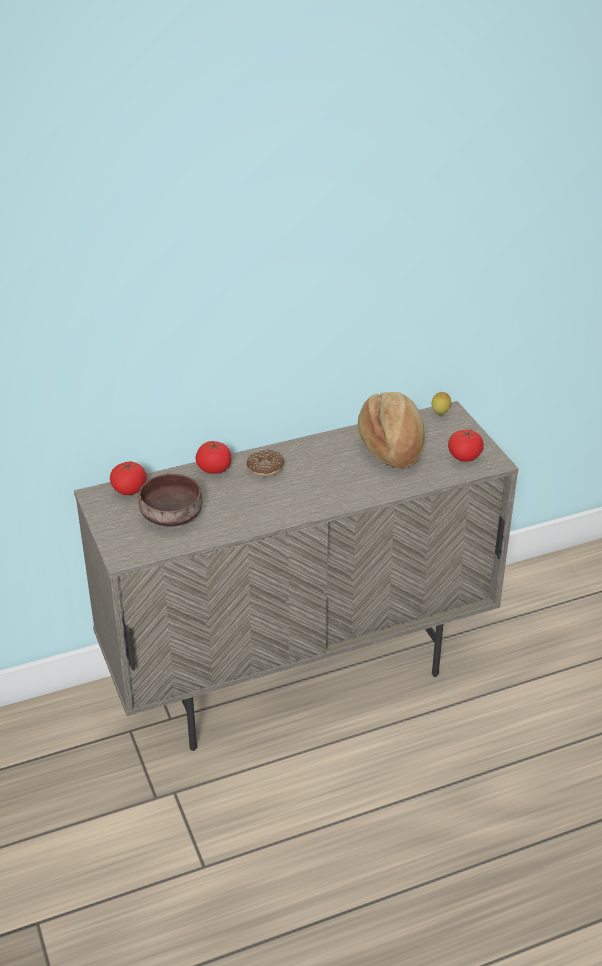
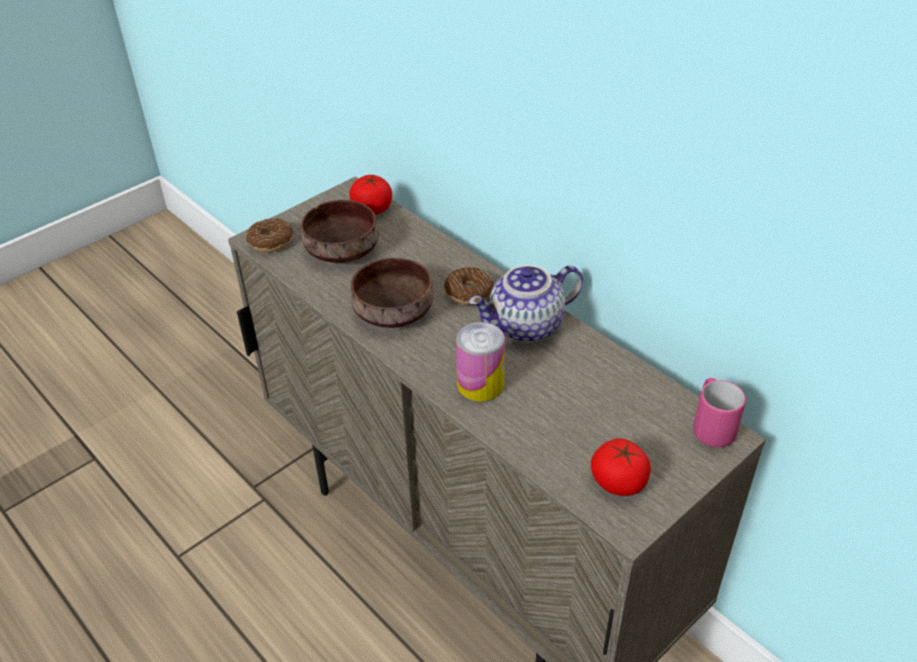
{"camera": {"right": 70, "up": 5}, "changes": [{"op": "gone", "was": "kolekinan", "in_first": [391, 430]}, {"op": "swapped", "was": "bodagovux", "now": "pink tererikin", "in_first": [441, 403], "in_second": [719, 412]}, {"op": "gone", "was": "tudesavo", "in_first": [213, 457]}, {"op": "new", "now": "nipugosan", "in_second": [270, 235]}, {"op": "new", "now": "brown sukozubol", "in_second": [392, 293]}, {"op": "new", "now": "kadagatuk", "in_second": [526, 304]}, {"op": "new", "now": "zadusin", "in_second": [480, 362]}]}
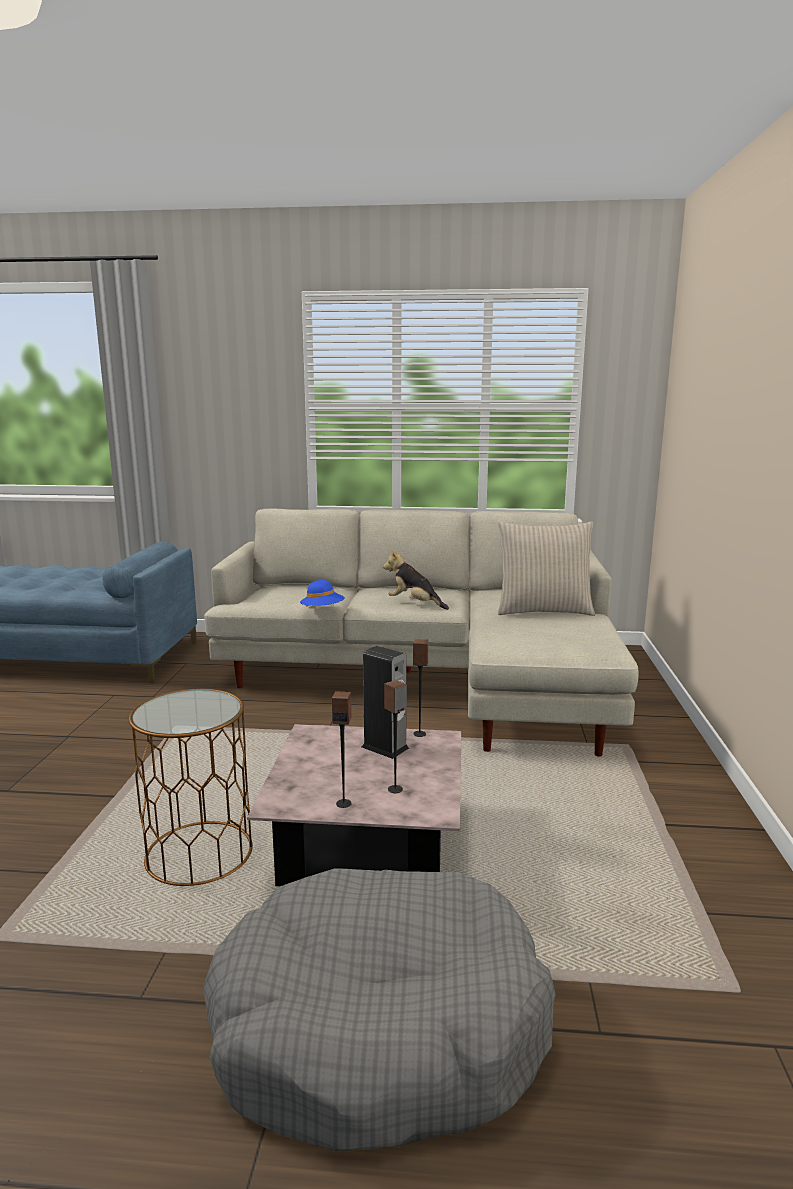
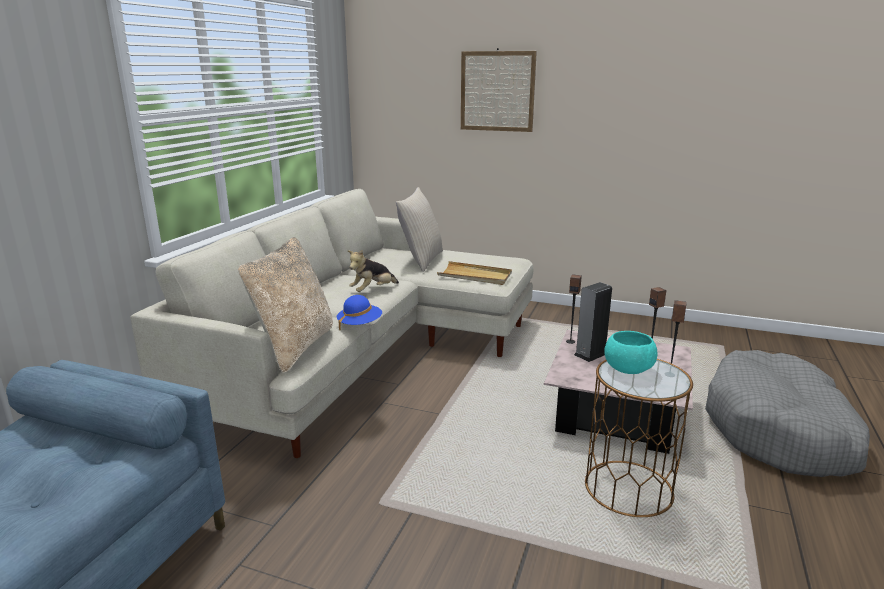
{"camera": {"right": -75, "up": 5}, "changes": [{"op": "new", "now": "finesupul", "in_second": [499, 90]}, {"op": "new", "now": "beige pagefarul", "in_second": [285, 304]}, {"op": "new", "now": "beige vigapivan", "in_second": [474, 273]}, {"op": "new", "now": "turquoise sukozubol", "in_second": [631, 352]}]}
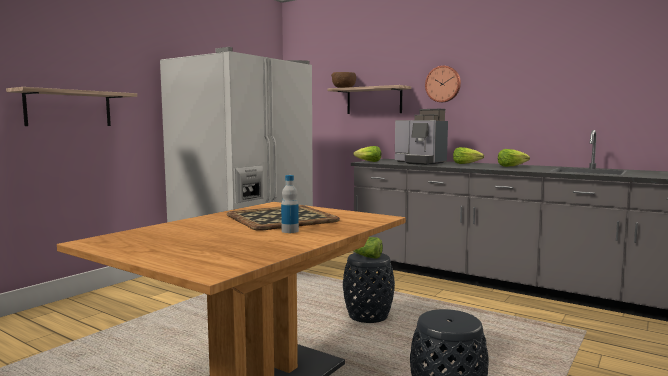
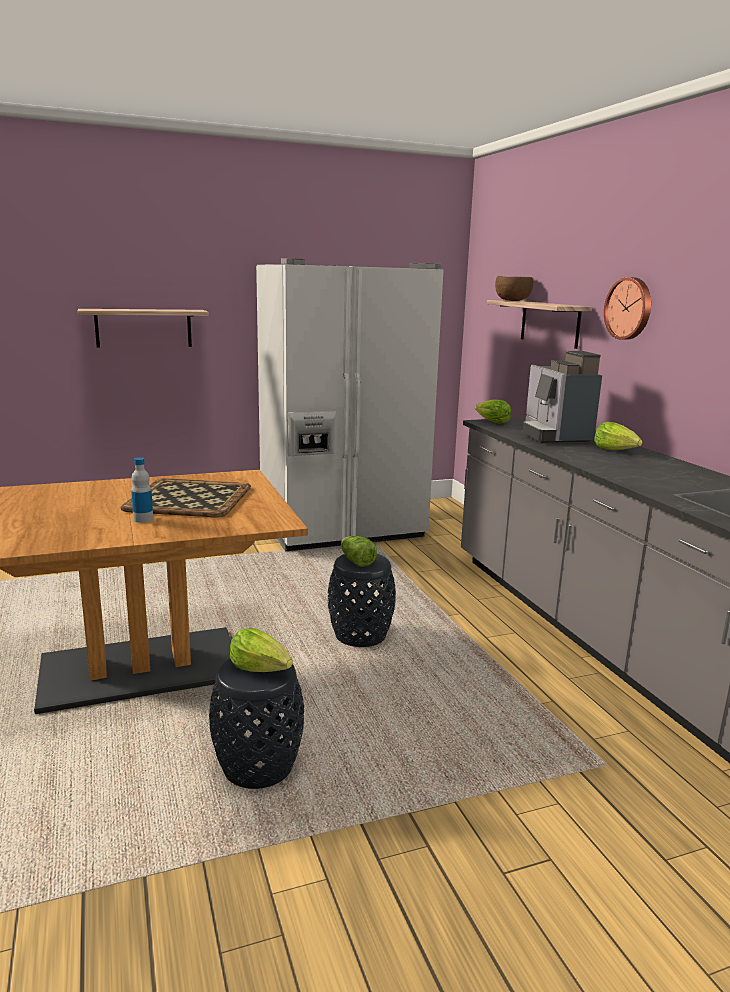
{"camera": {"right": 35, "up": 10}, "changes": [{"op": "shifted", "was": "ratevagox", "in_first": [514, 158], "in_second": [261, 650]}]}
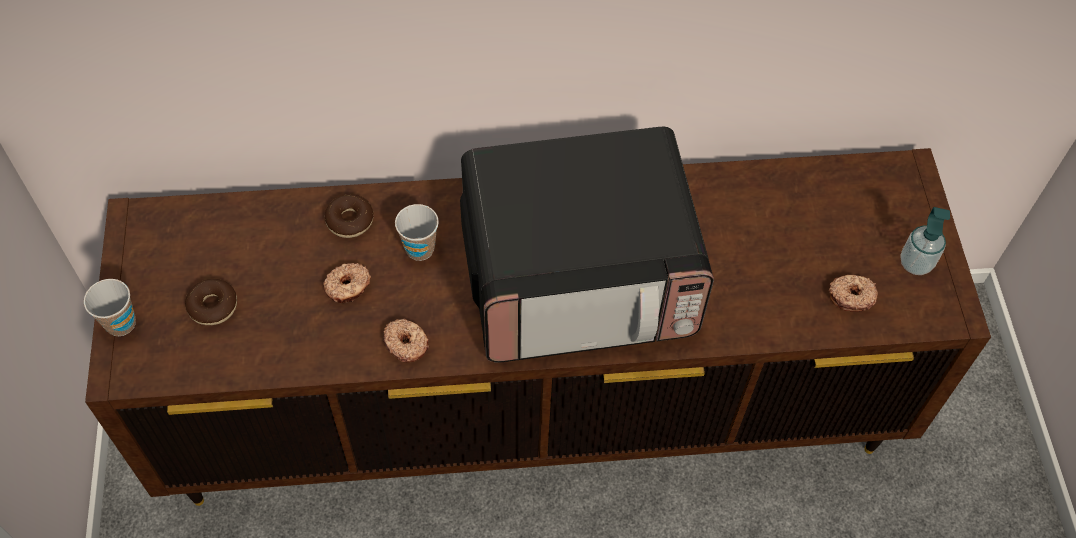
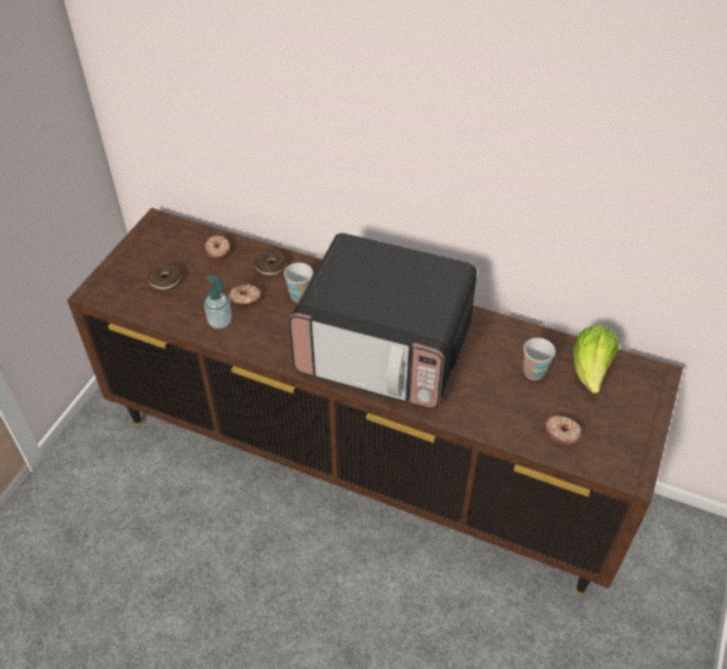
{"camera": {"right": 30, "up": -10}, "changes": [{"op": "shifted", "was": "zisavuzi", "in_first": [925, 241], "in_second": [218, 301]}, {"op": "shifted", "was": "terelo", "in_first": [110, 307], "in_second": [539, 359]}, {"op": "shifted", "was": "nipugosan", "in_first": [406, 340], "in_second": [218, 247]}, {"op": "new", "now": "ratevagox", "in_second": [596, 359]}]}
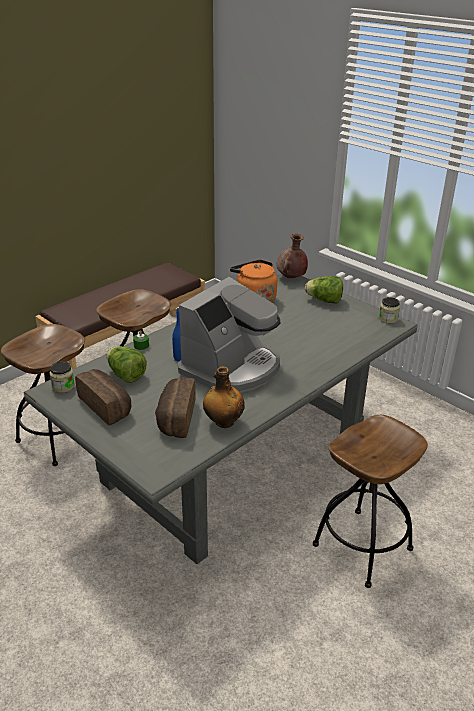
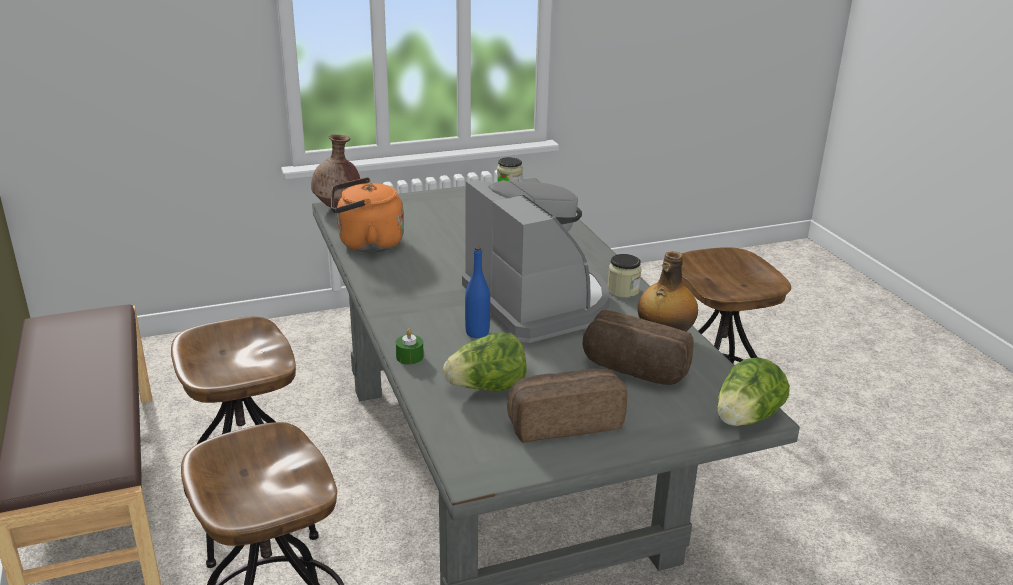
{"camera": {"right": -65, "up": -5}, "changes": [{"op": "shifted", "was": "ratevagox", "in_first": [324, 290], "in_second": [753, 391]}, {"op": "shifted", "was": "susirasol", "in_first": [62, 377], "in_second": [625, 276]}]}
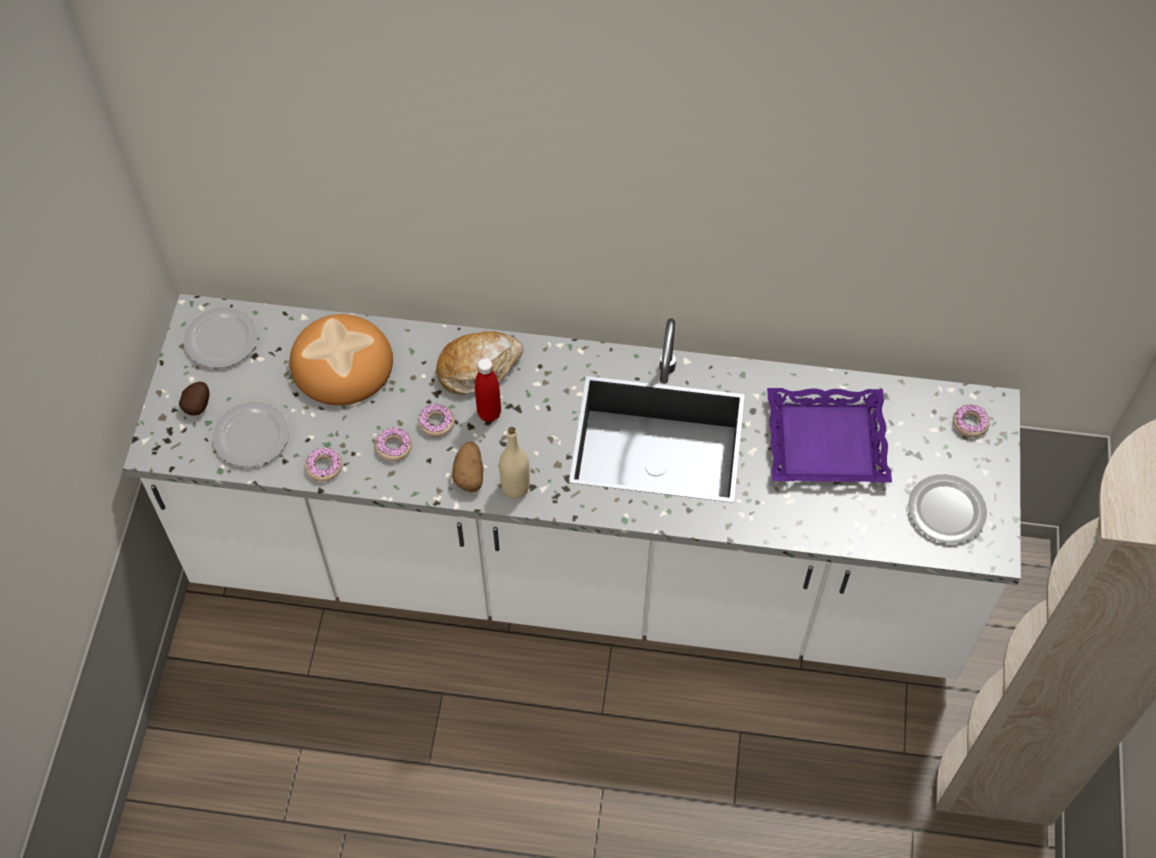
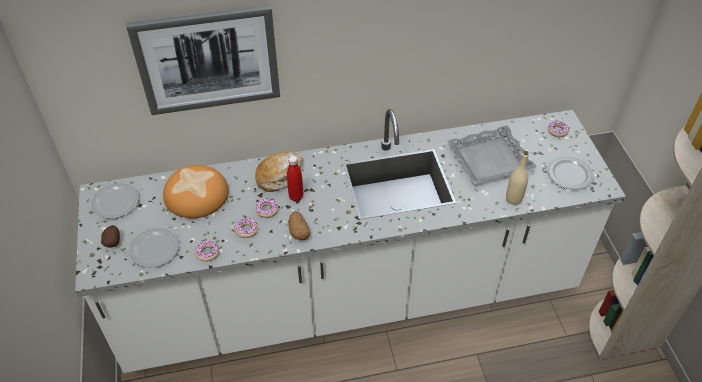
{"camera": {"right": -20, "up": -10}, "changes": [{"op": "repainted", "was": "purple vigapivan", "now": "grey vigapivan", "in_first": [829, 435], "in_second": [492, 154]}, {"op": "shifted", "was": "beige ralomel", "in_first": [514, 463], "in_second": [517, 178]}, {"op": "new", "now": "finesupul", "in_second": [203, 60]}]}
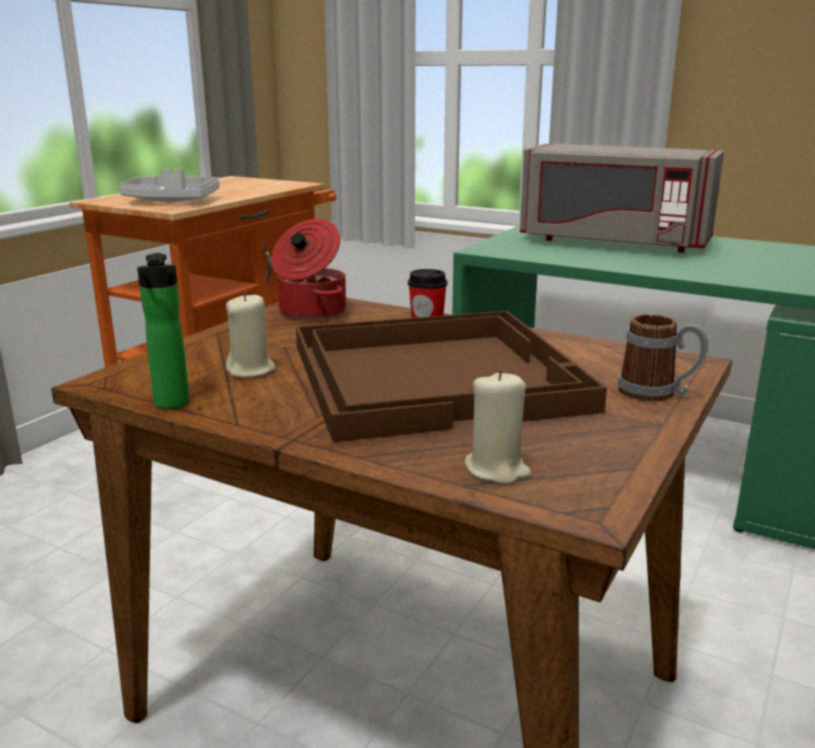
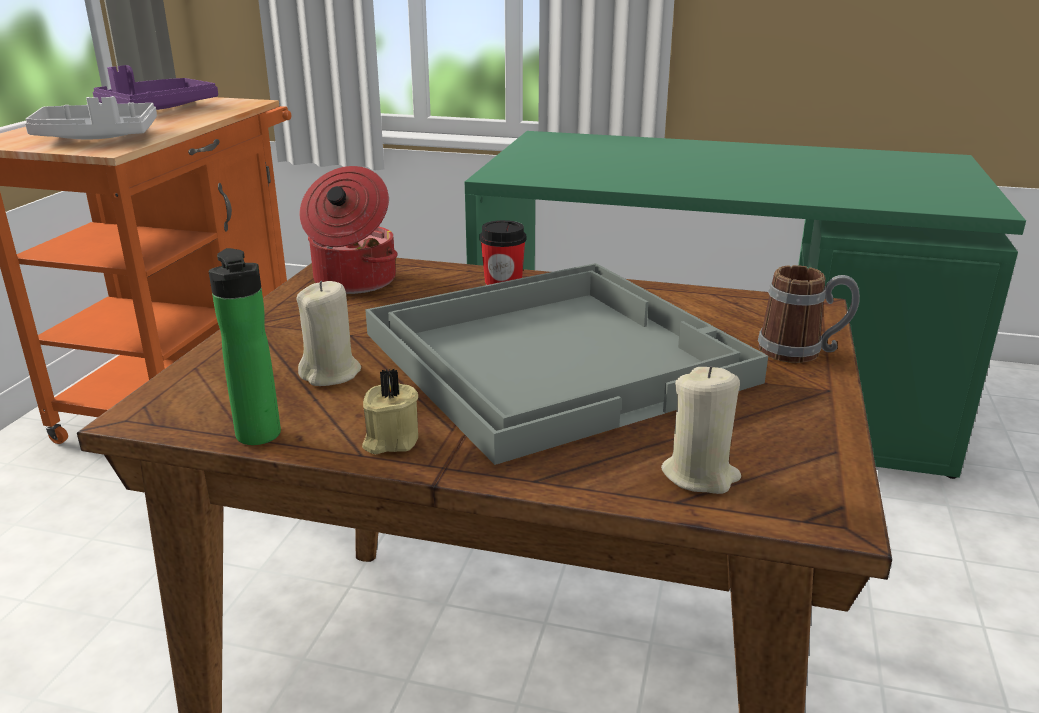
{"camera": {"right": -15, "up": 5}, "changes": [{"op": "gone", "was": "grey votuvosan", "in_first": [622, 198]}, {"op": "repainted", "was": "brown vigapivan", "now": "grey vigapivan", "in_first": [451, 376], "in_second": [566, 364]}, {"op": "new", "now": "purple vigapivan", "in_second": [155, 87]}, {"op": "new", "now": "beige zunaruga", "in_second": [390, 412]}]}
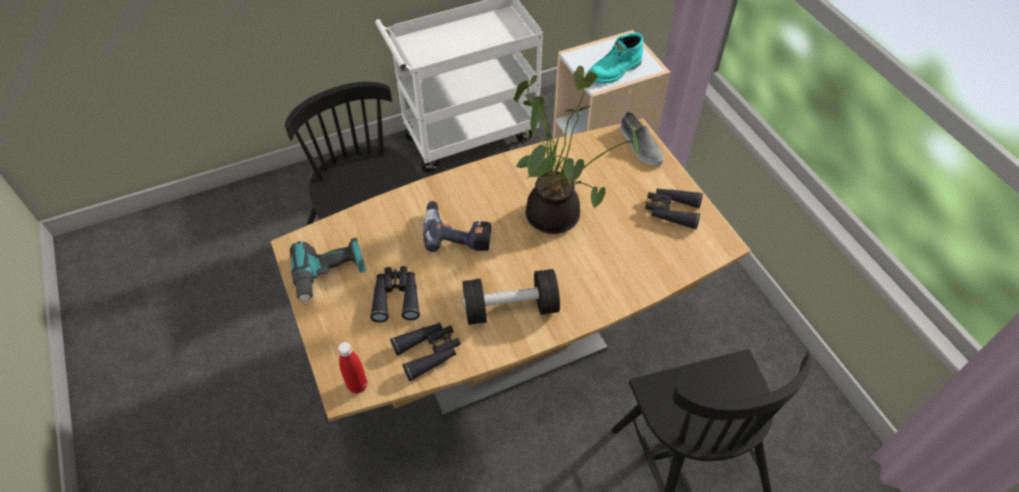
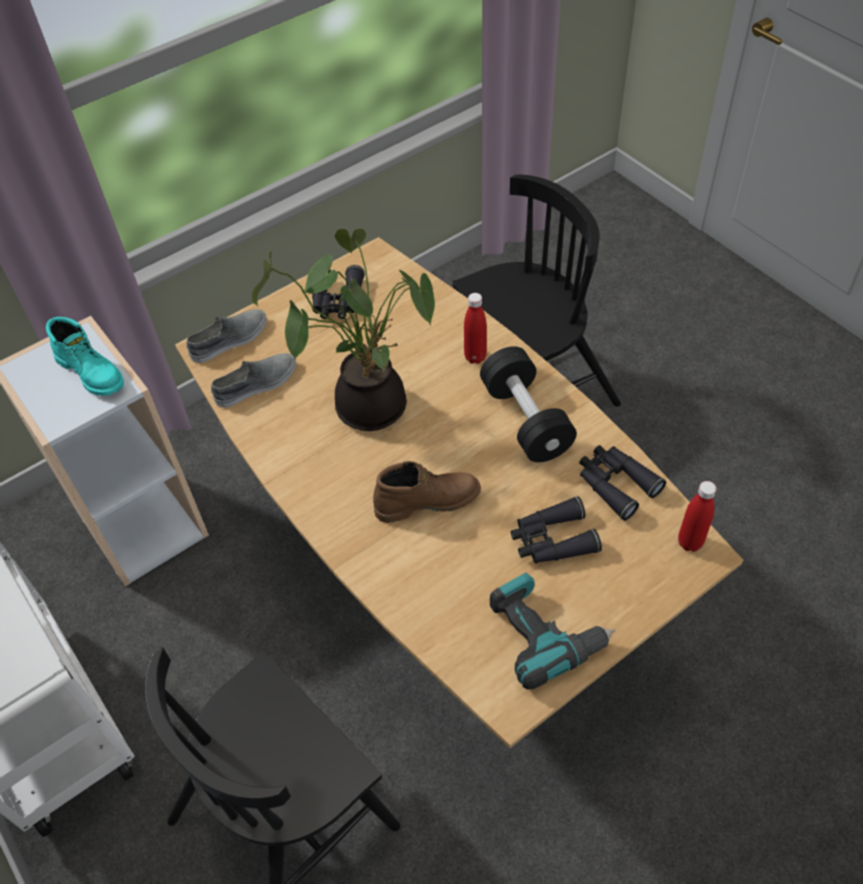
{"camera": {"right": -100, "up": 0}, "changes": [{"op": "swapped", "was": "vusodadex", "now": "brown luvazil", "in_first": [457, 226], "in_second": [427, 492]}, {"op": "new", "now": "red ralomel", "in_second": [475, 328]}, {"op": "new", "now": "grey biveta", "in_second": [253, 380]}]}
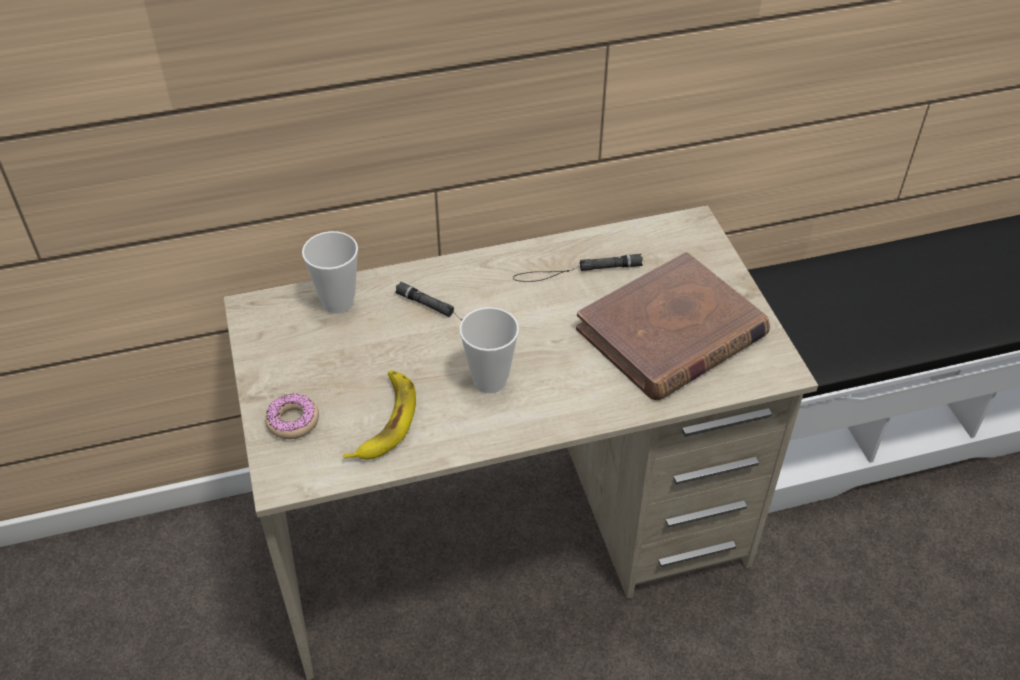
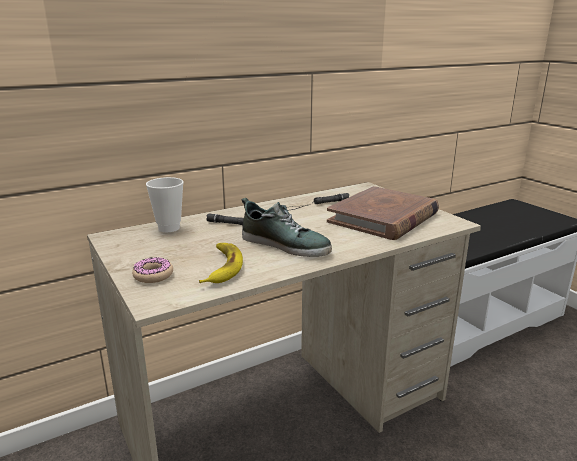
{"camera": {"right": -15, "up": -25}, "changes": [{"op": "swapped", "was": "terelo", "now": "biveta", "in_first": [489, 350], "in_second": [287, 227]}]}
